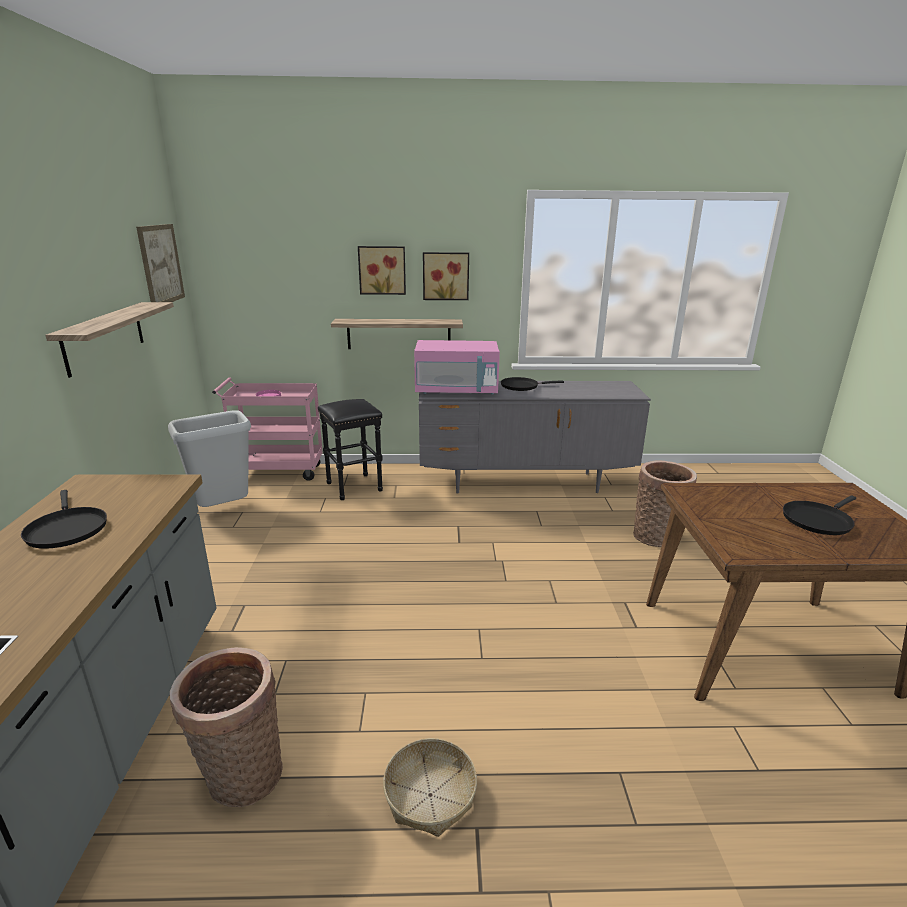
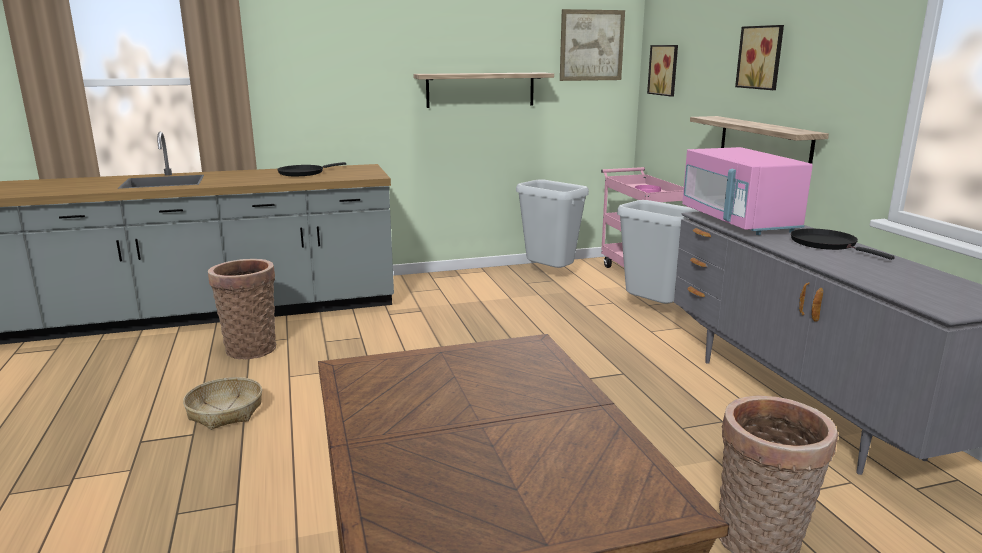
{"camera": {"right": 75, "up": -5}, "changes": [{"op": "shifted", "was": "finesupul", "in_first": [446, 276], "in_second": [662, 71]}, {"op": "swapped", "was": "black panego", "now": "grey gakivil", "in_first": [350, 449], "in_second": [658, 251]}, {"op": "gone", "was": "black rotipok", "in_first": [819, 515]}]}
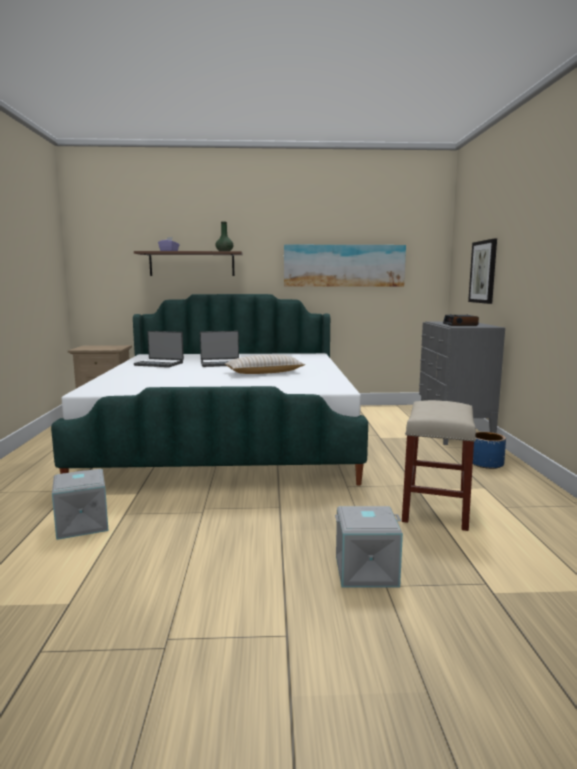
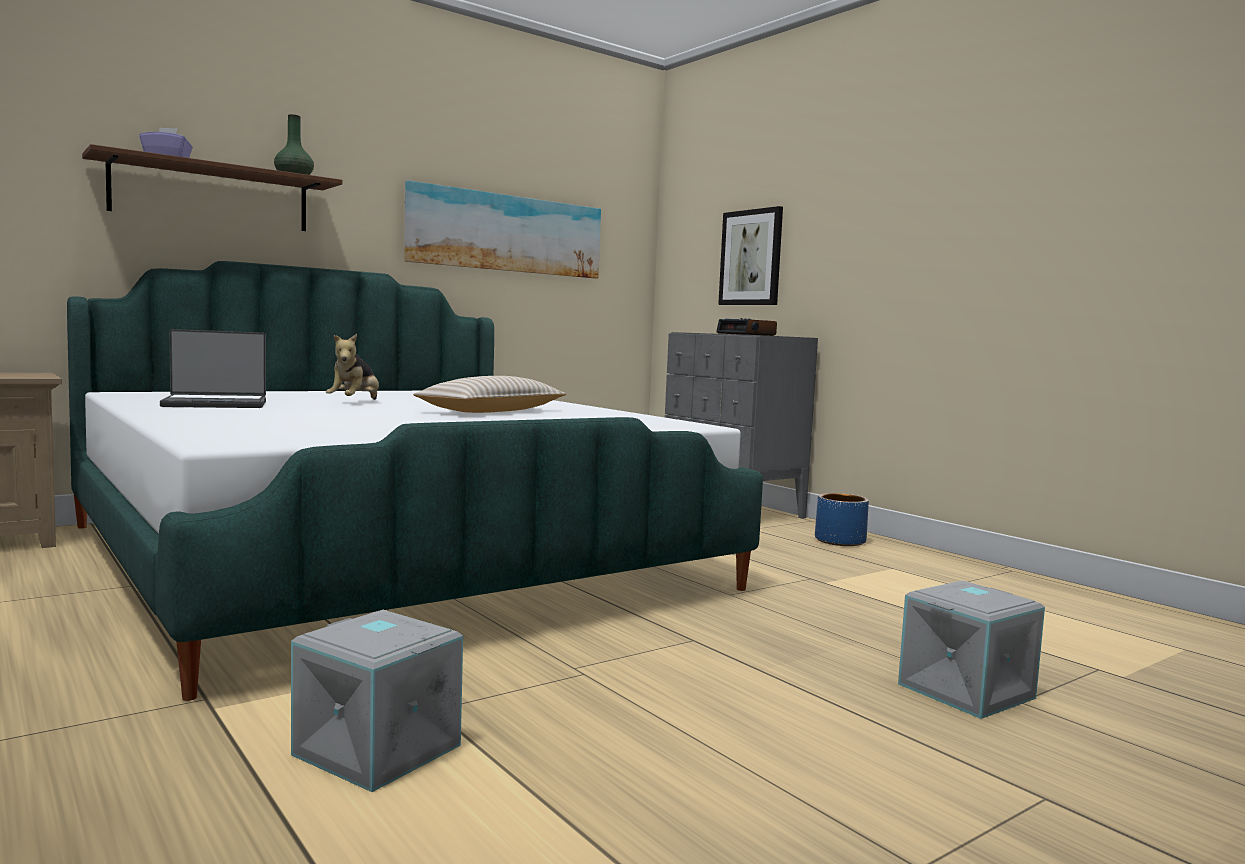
{"camera": {"right": -35, "up": -5}, "changes": [{"op": "swapped", "was": "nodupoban", "now": "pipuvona", "in_first": [219, 349], "in_second": [352, 367]}, {"op": "gone", "was": "beige panego", "in_first": [439, 465]}]}
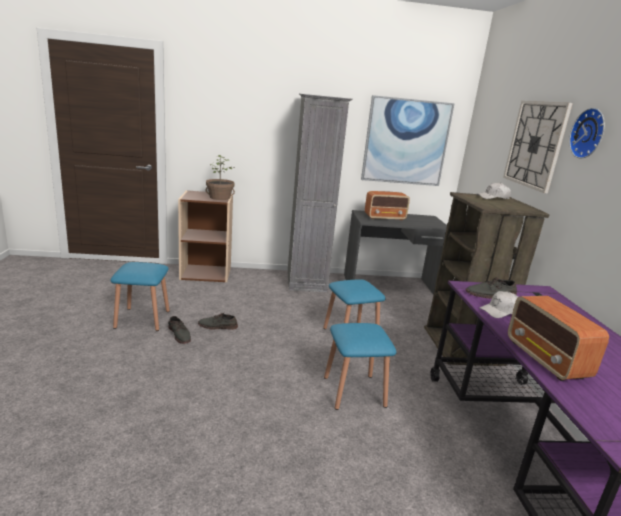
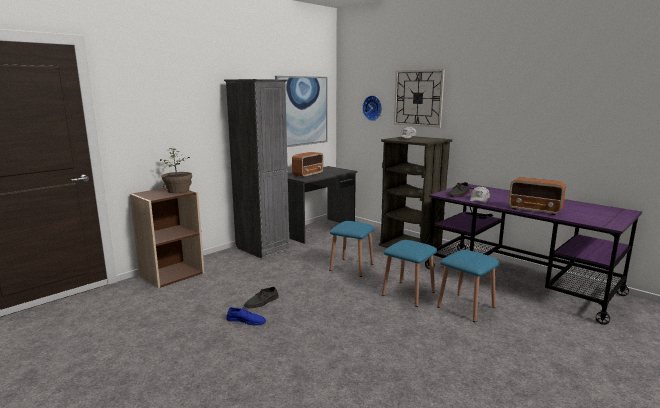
{"camera": {"right": -40, "up": -5}, "changes": [{"op": "shifted", "was": "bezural", "in_first": [587, 133], "in_second": [372, 108]}, {"op": "shifted", "was": "blue panego", "in_first": [140, 296], "in_second": [468, 286]}, {"op": "repainted", "was": "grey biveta", "now": "blue biveta", "in_first": [179, 330], "in_second": [246, 316]}]}
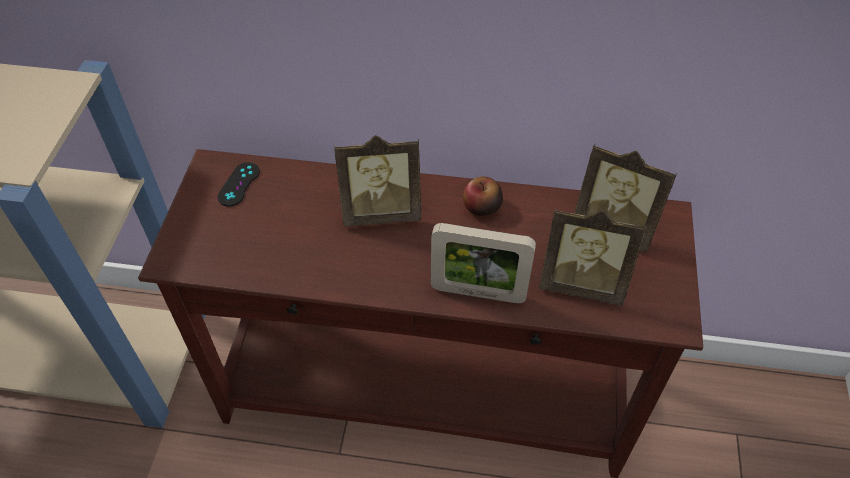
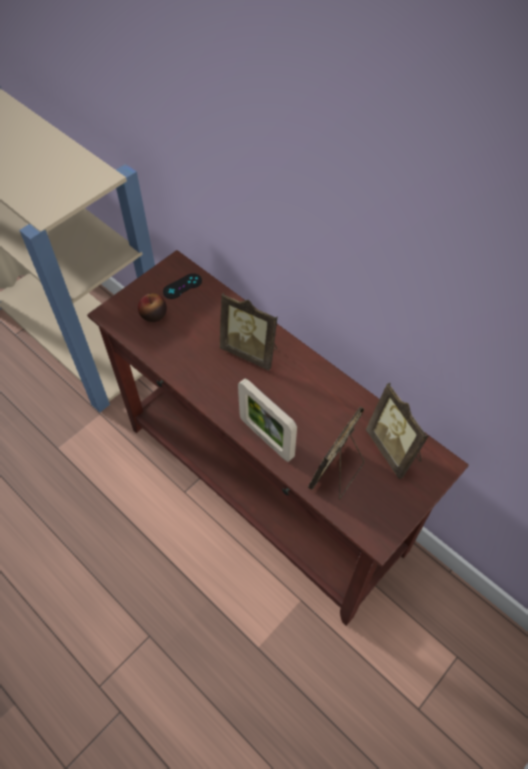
{"camera": {"right": 35, "up": 5}, "changes": [{"op": "shifted", "was": "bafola", "in_first": [483, 196], "in_second": [152, 307]}, {"op": "rotated", "was": "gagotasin", "in_first": [593, 256], "in_second": [336, 453], "clockwise": 75}]}
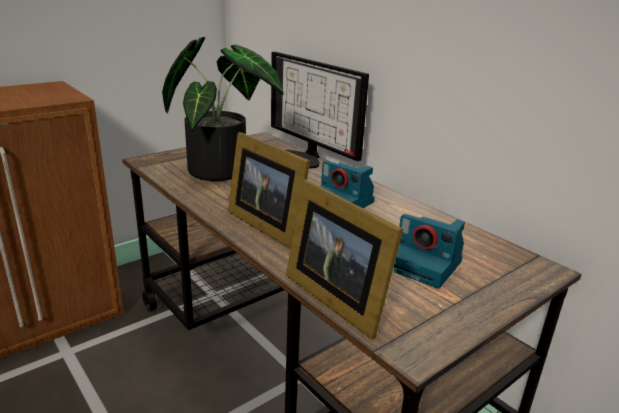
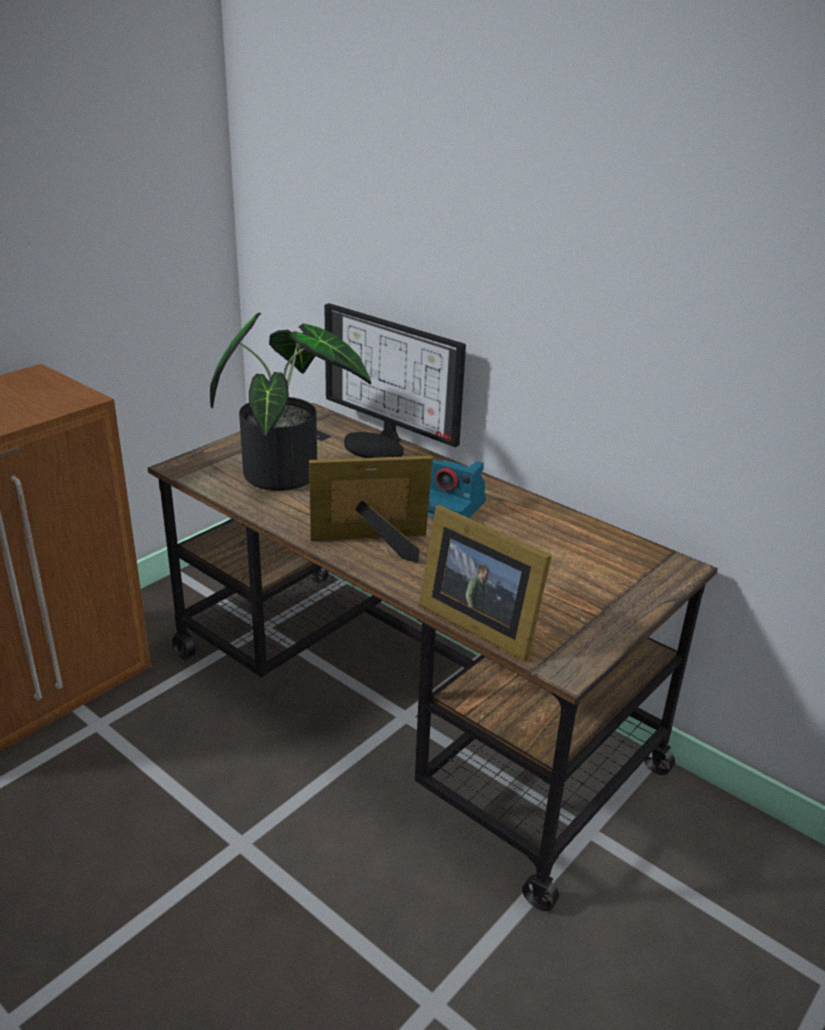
{"camera": {"right": -10, "up": 5}, "changes": [{"op": "rotated", "was": "gagotasin", "in_first": [269, 190], "in_second": [371, 509], "clockwise": 135}, {"op": "gone", "was": "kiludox", "in_first": [429, 251]}]}
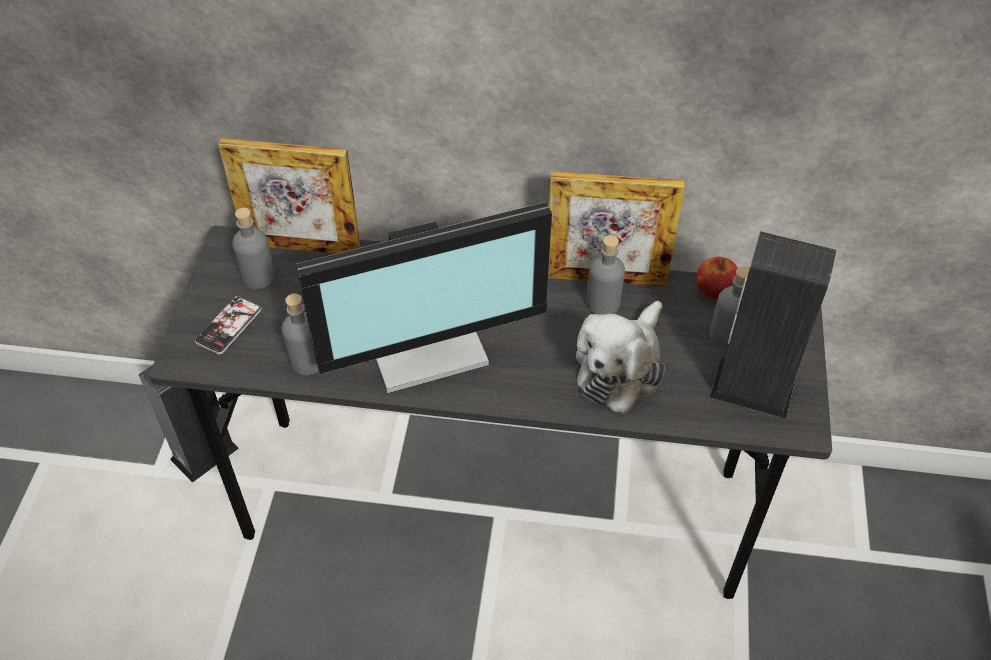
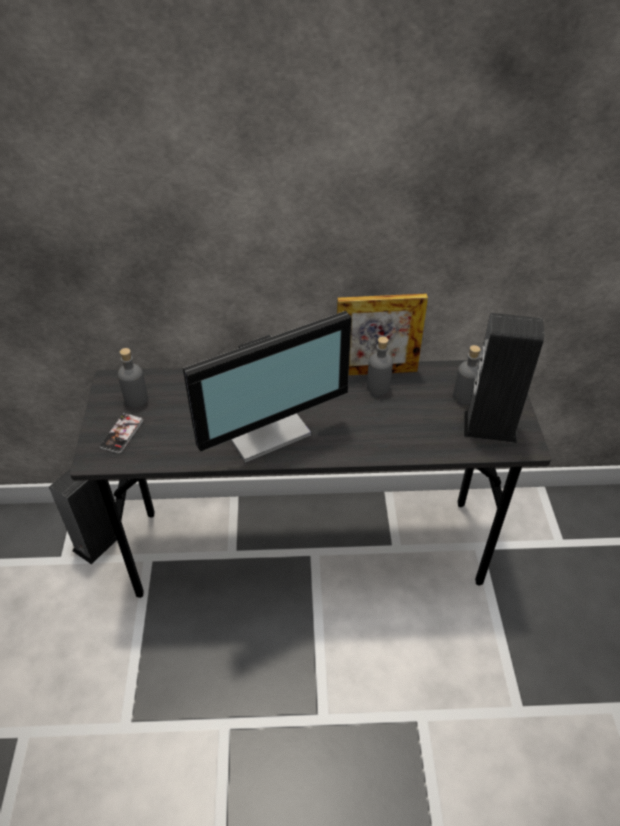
{"camera": {"right": -10, "up": -5}, "changes": [{"op": "gone", "was": "gagotasin", "in_first": [289, 196]}, {"op": "gone", "was": "bafola", "in_first": [716, 278]}, {"op": "gone", "was": "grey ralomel", "in_first": [300, 334]}, {"op": "gone", "was": "pipuvona", "in_first": [620, 357]}]}
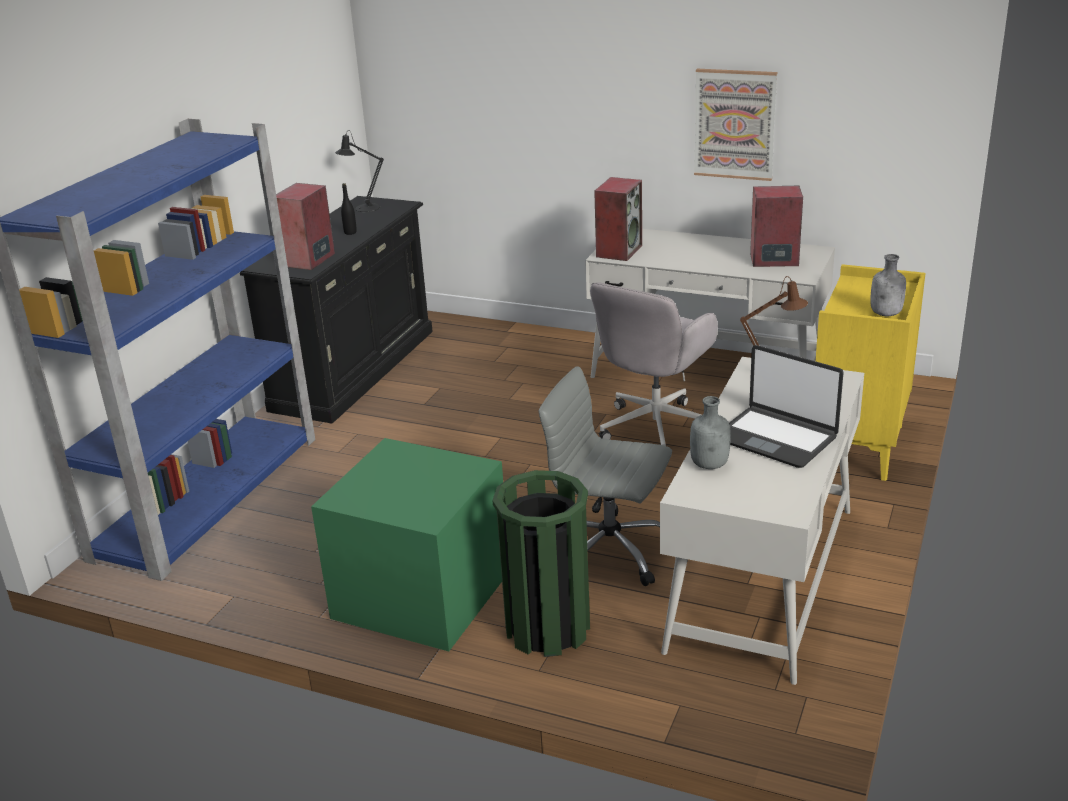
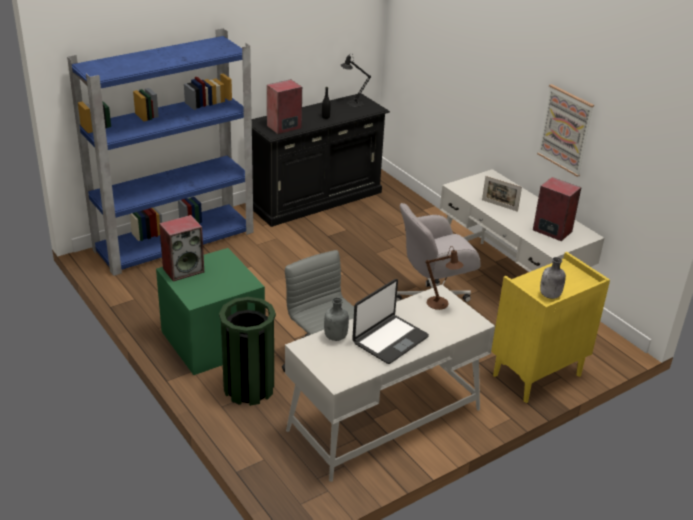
{"camera": {"right": 30, "up": 5}, "changes": [{"op": "shifted", "was": "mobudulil", "in_first": [618, 219], "in_second": [181, 248]}, {"op": "rotated", "was": "nodupoban", "in_first": [786, 406], "in_second": [390, 321], "clockwise": -120}, {"op": "new", "now": "gagotasin", "in_second": [502, 194]}]}
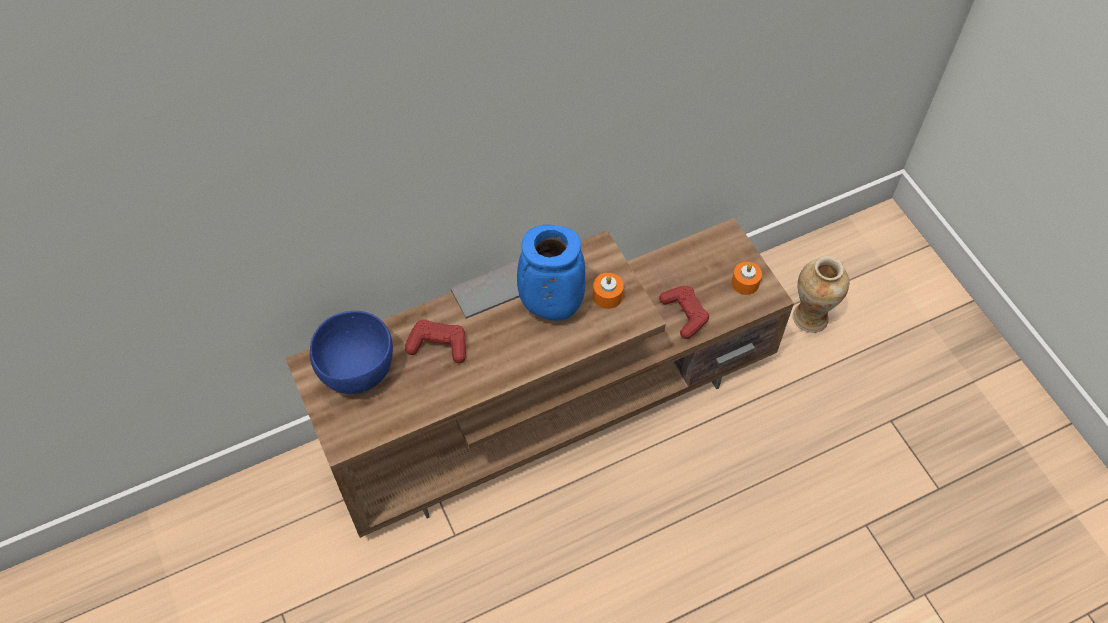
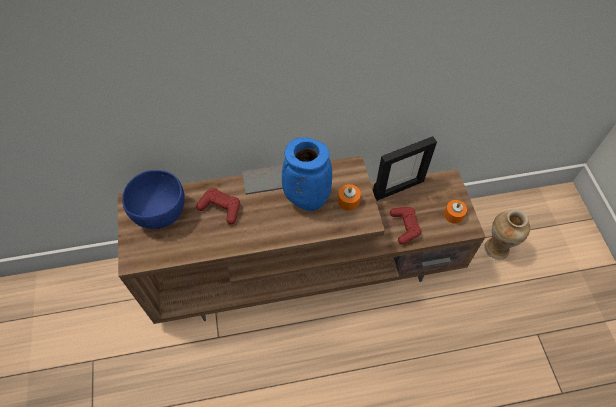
{"camera": {"right": 15, "up": 0}, "changes": [{"op": "new", "now": "gagotasin", "in_second": [405, 168]}]}
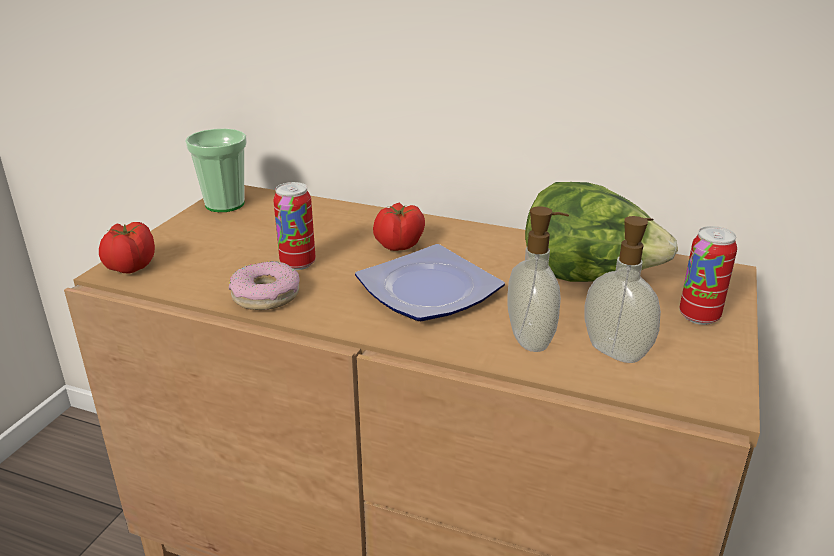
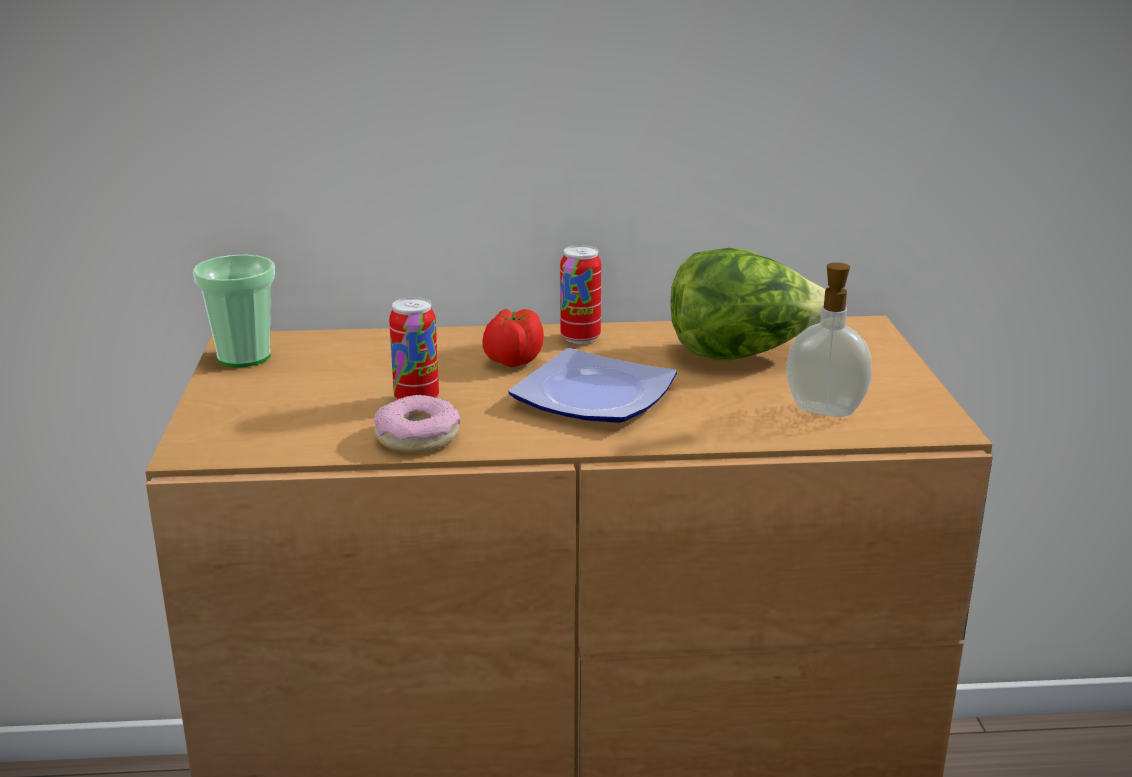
{"camera": {"right": -25, "up": -5}, "changes": [{"op": "gone", "was": "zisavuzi", "in_first": [538, 279]}, {"op": "gone", "was": "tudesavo", "in_first": [127, 248]}, {"op": "shifted", "was": "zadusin", "in_first": [708, 275], "in_second": [580, 294]}]}
